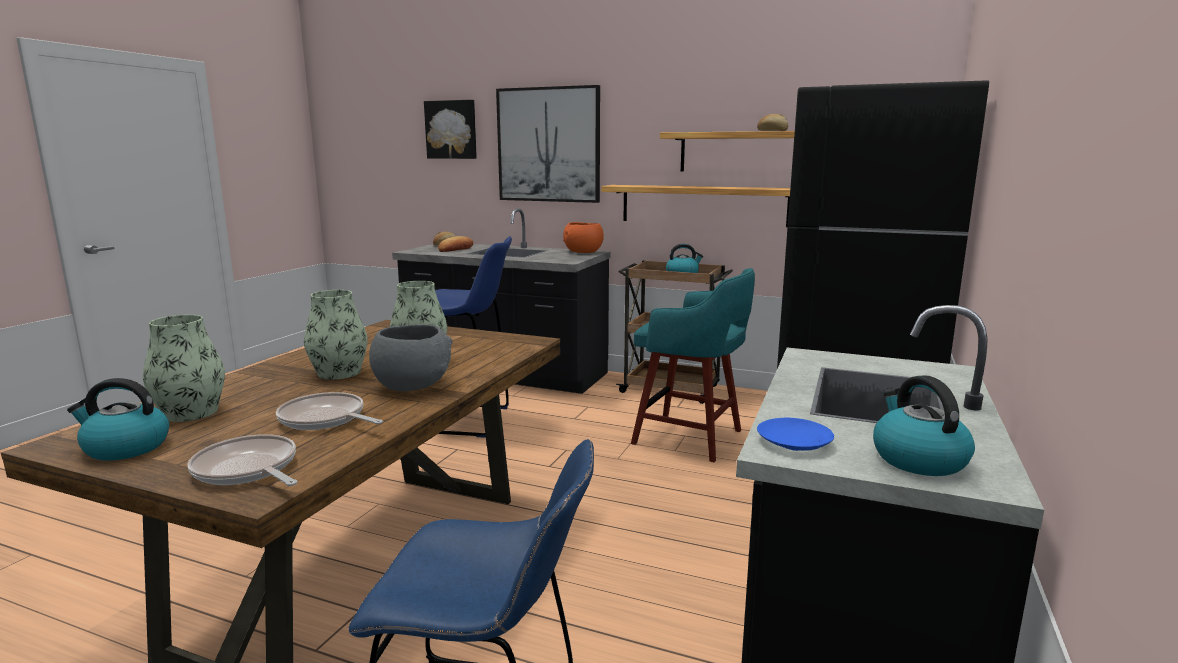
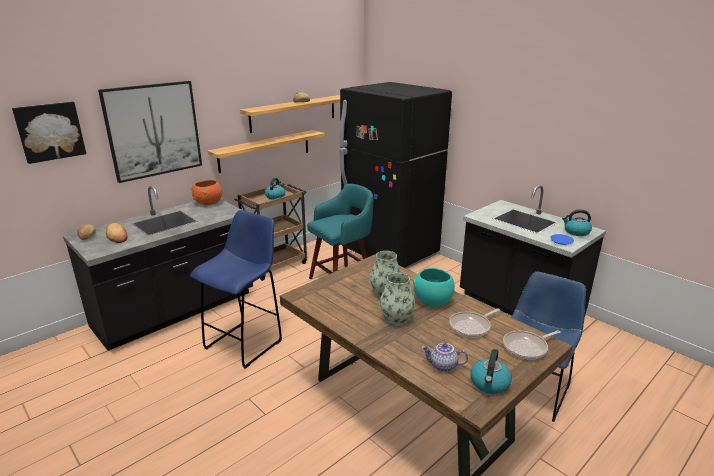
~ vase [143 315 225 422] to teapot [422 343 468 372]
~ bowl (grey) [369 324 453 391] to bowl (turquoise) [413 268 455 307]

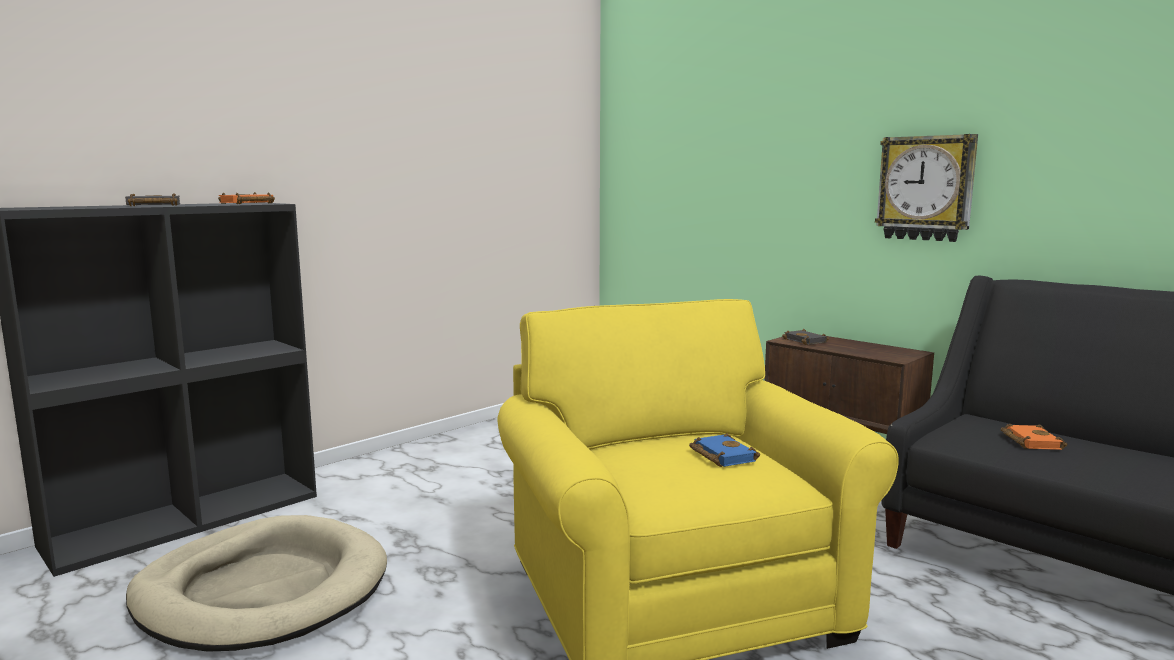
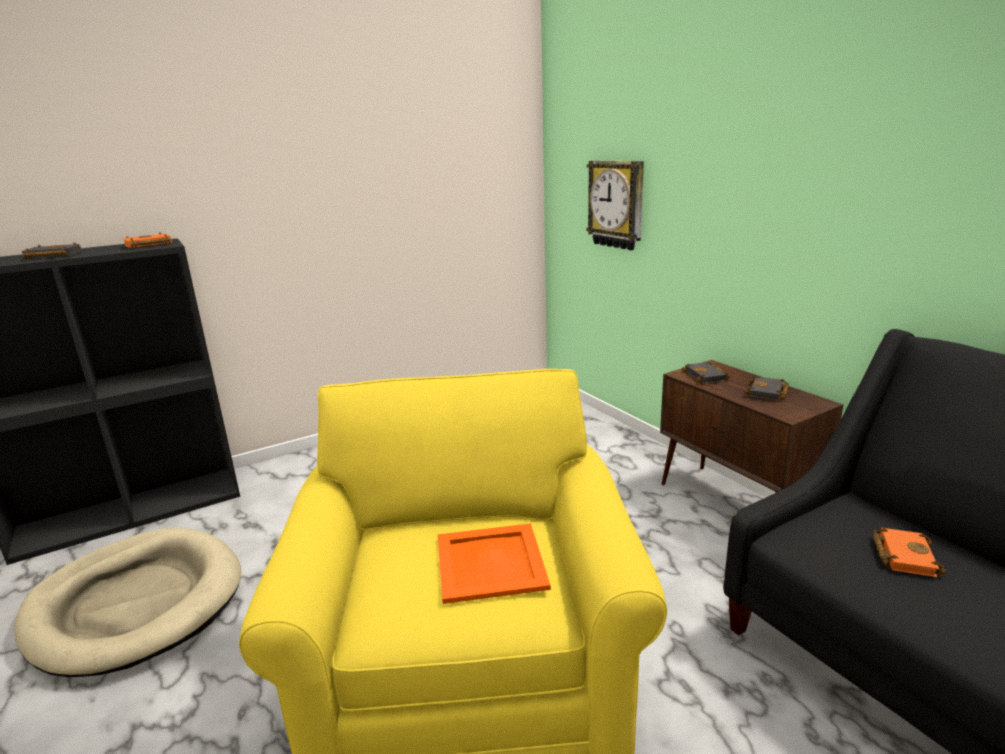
~ wall clock [875 134 978 242] to [586 160 644 250]
~ book (blue) [689 433 760 467] to tray (orange) [437 523 551 604]
+ book (black) [745 376 789 401]

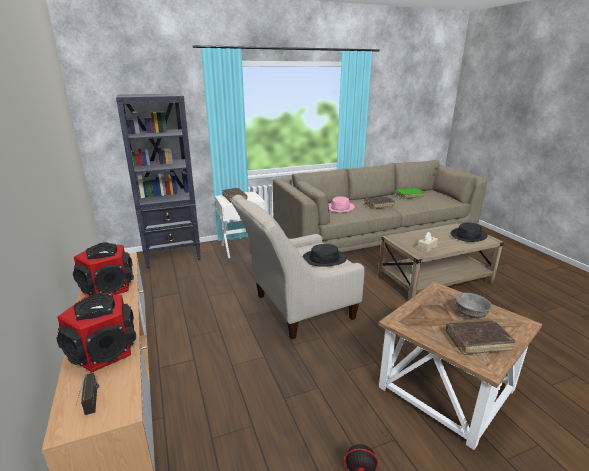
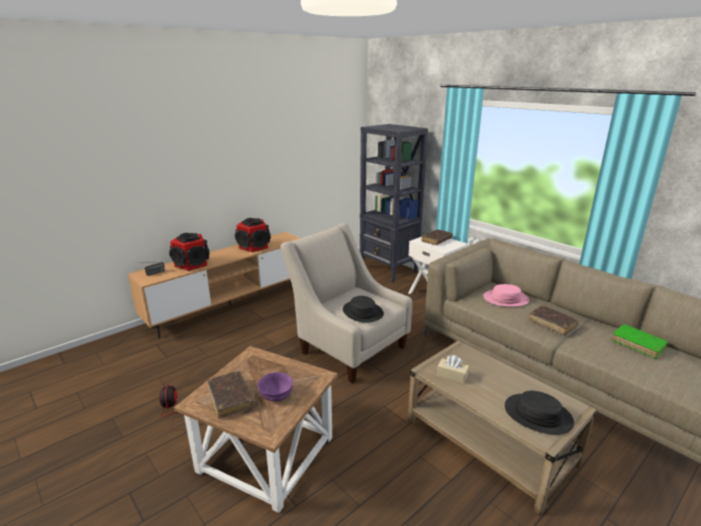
~ bowl (grey) [456 293 492 318] to bowl (purple) [258 372 293 402]

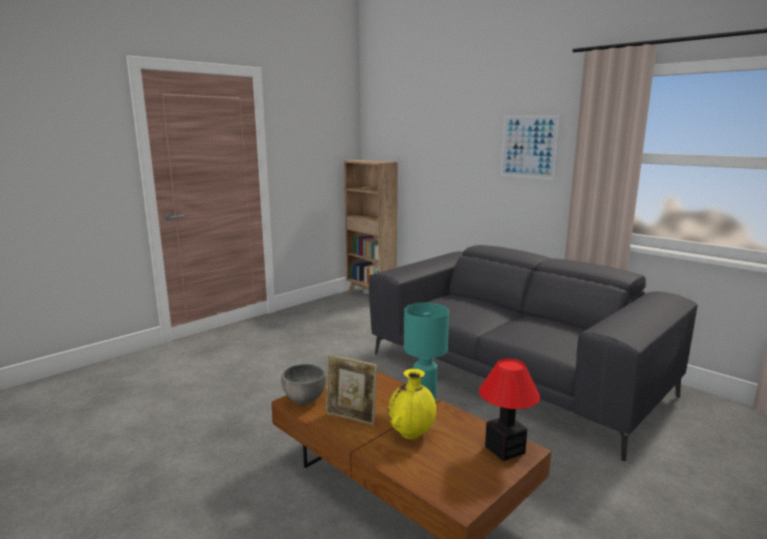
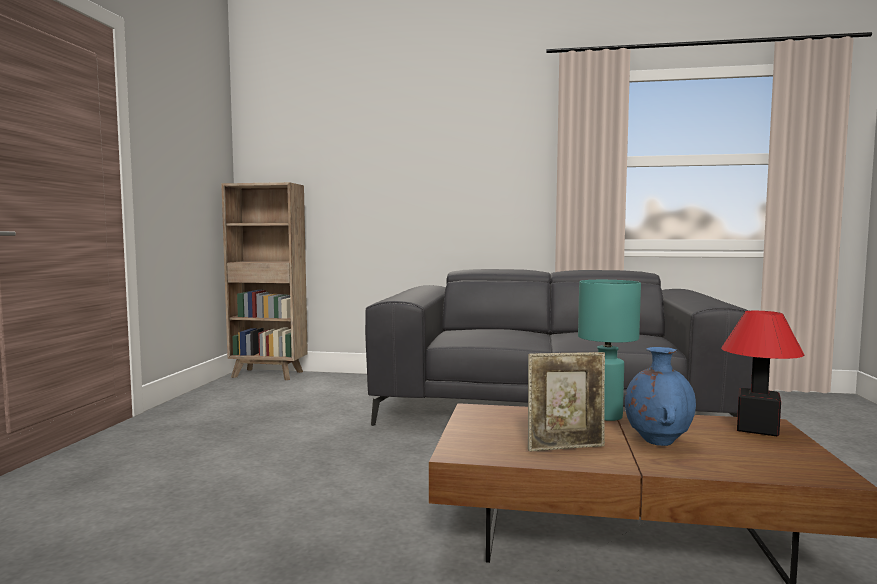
- picture [501 115 560 180]
- bowl (grey) [281 364 326 405]
~ vase (yellow) [388 369 436 439] to vase (blue) [625 347 696 446]

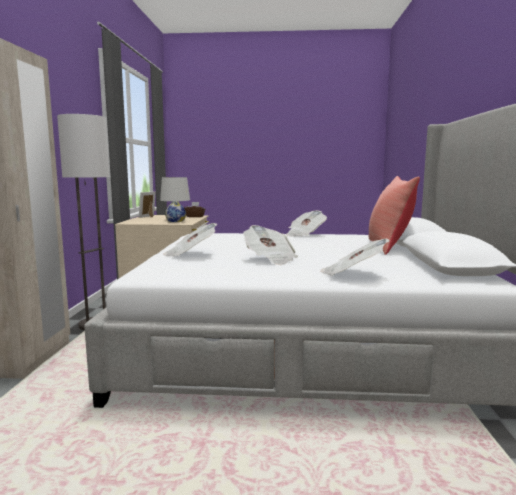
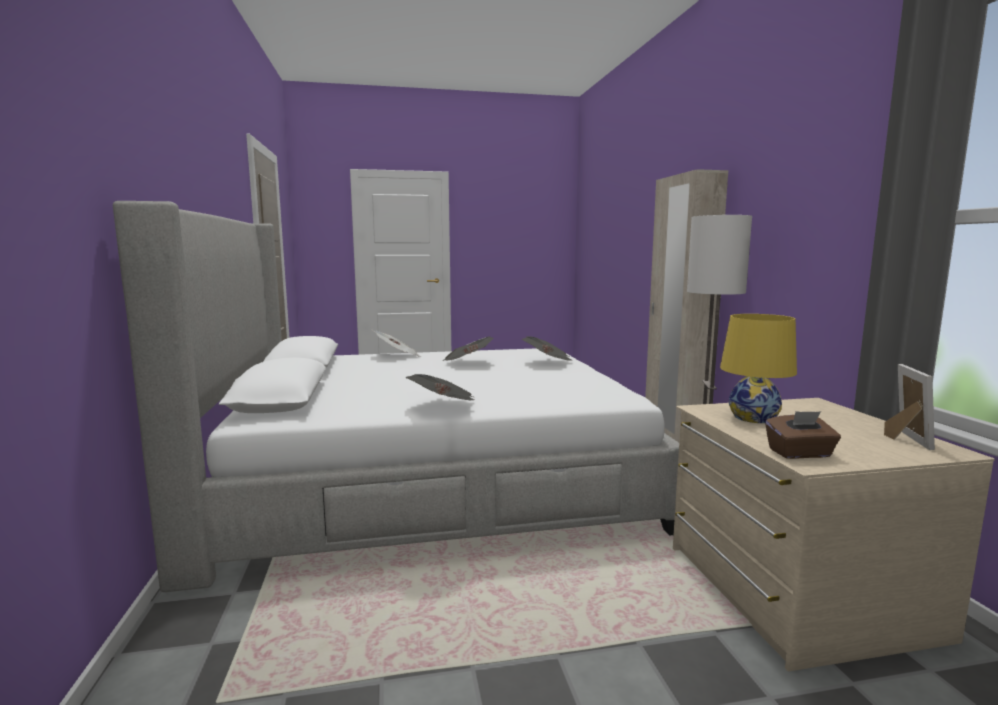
- pillow (red) [369 176 420 255]
~ table lamp (white) [160 177 190 222] to table lamp (yellow) [720 314 797 423]

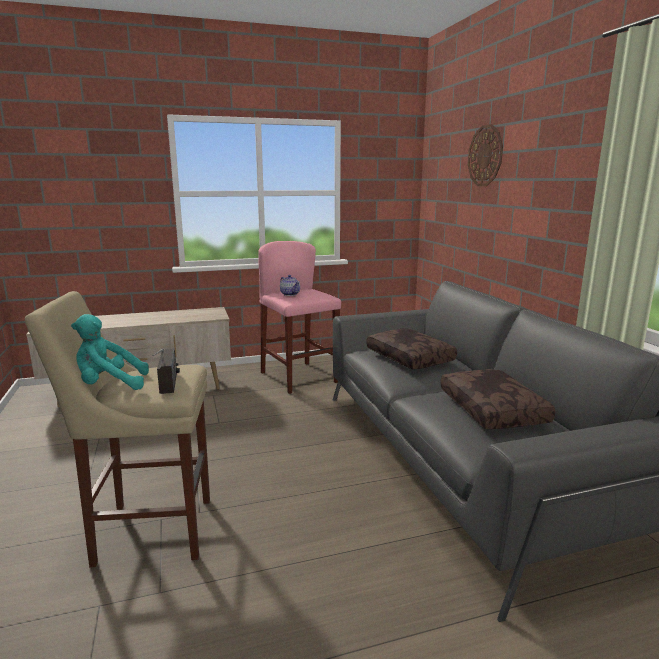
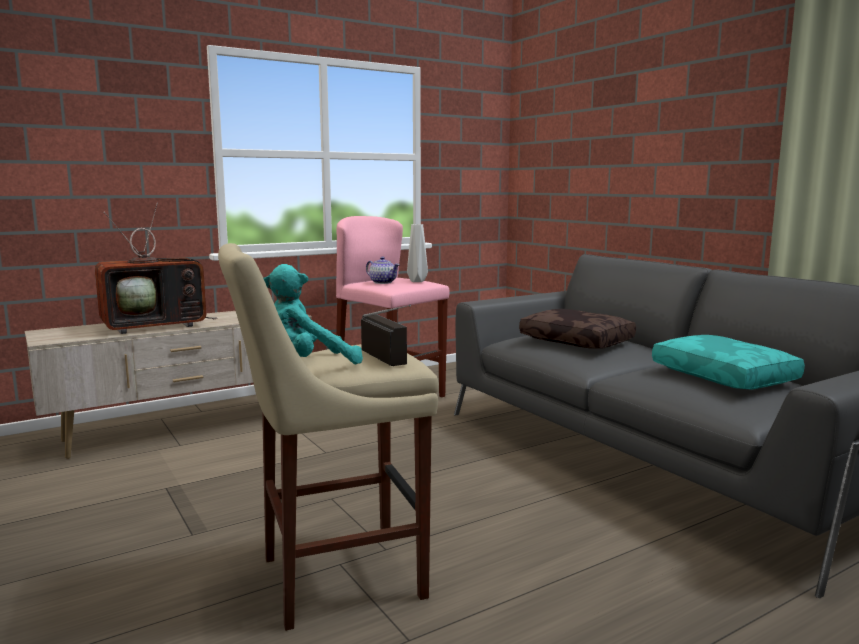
- wall clock [468 124 503 186]
~ pillow (brown) [440 369 555 429] to pillow (turquoise) [652 335 805 390]
+ television [95 203 218 334]
+ vase (grey) [407 224 428 282]

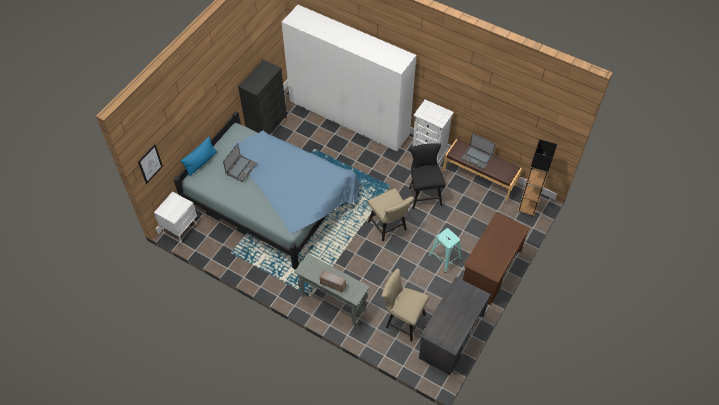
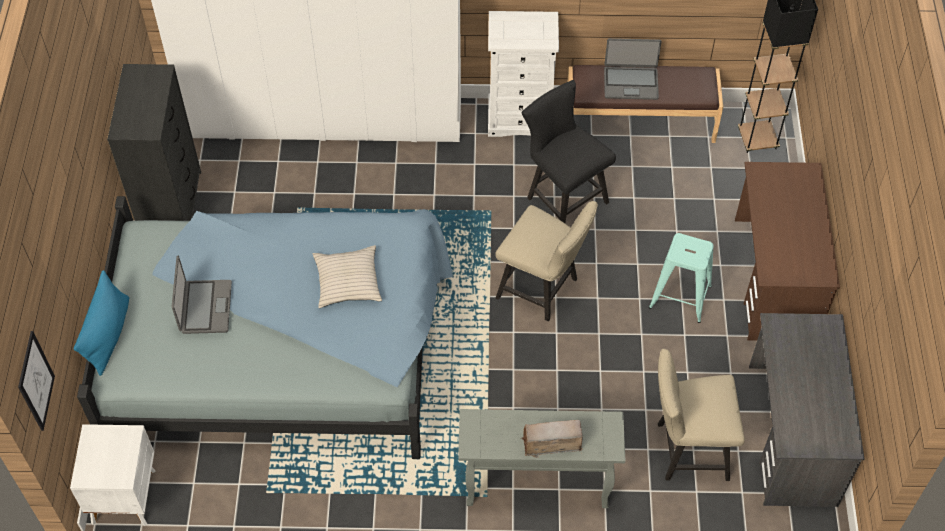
+ pillow (beige) [313 245 382 308]

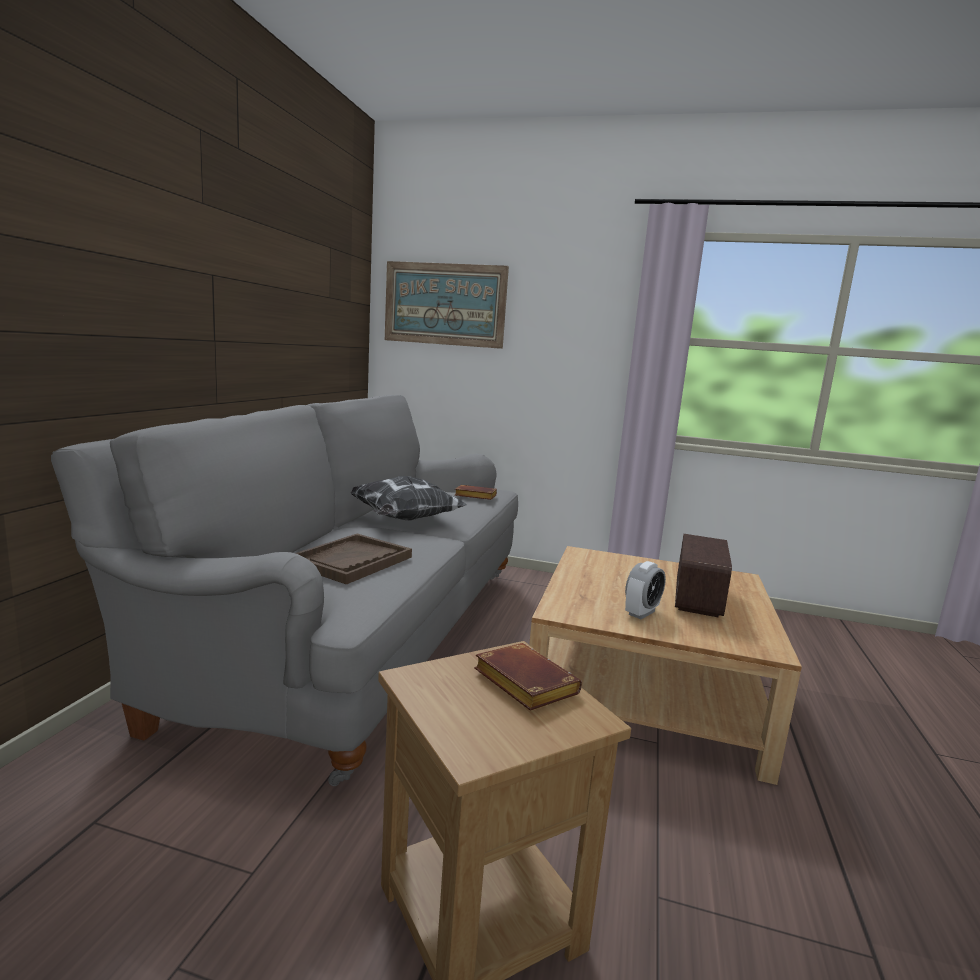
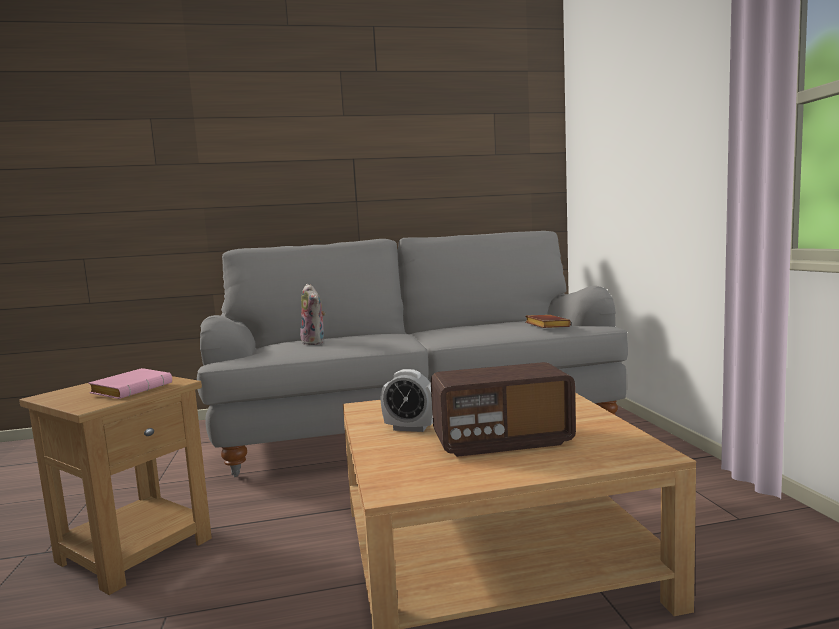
- picture [385 261 509 349]
- pillow [350 476 467 521]
~ tray (brown) [295 534 412 585] to plush toy [300 284 325 345]
~ book (brown) [474 643 582 711] to book (pink) [88 368 172 399]

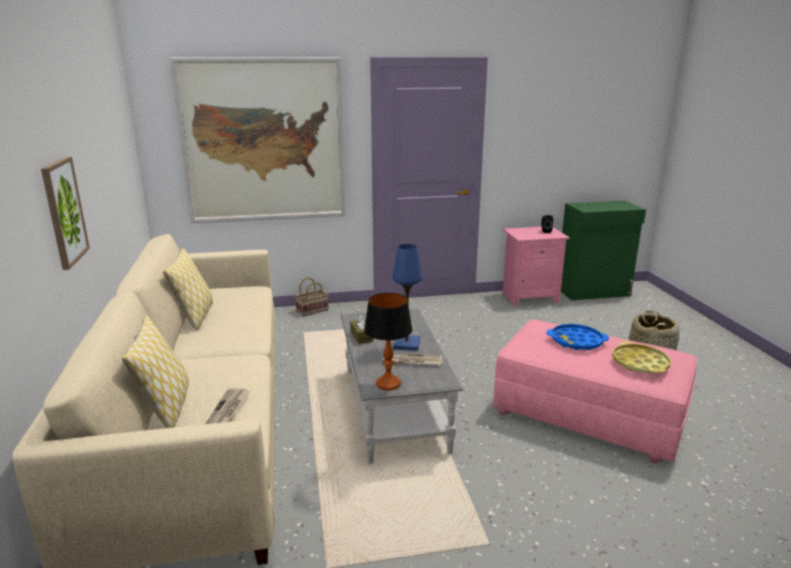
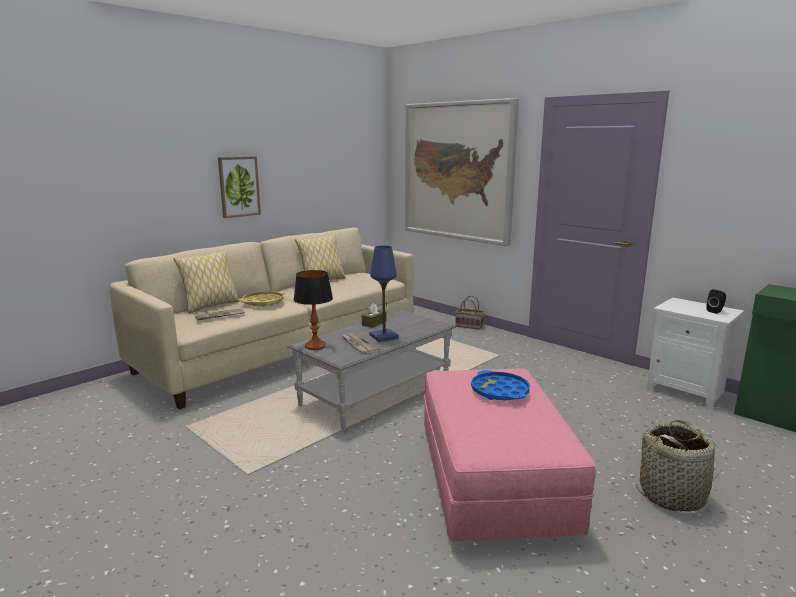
~ nightstand (pink) [503 227 570 306] to nightstand (white) [646 298 744 409]
~ tray (yellow) [612 342 671 373] to [241 291 285 307]

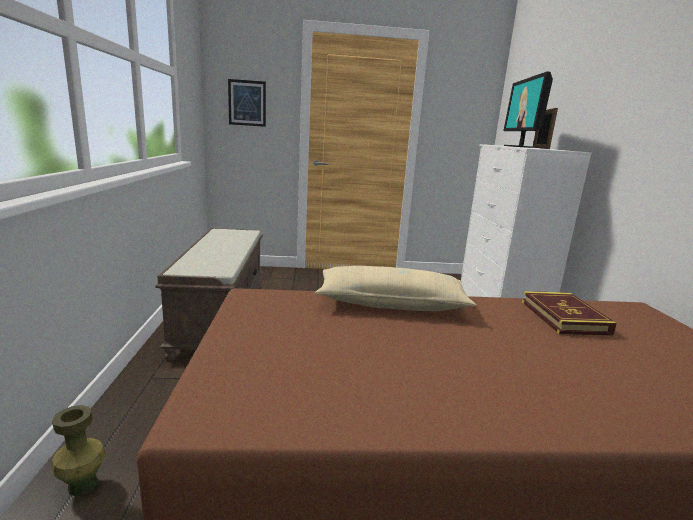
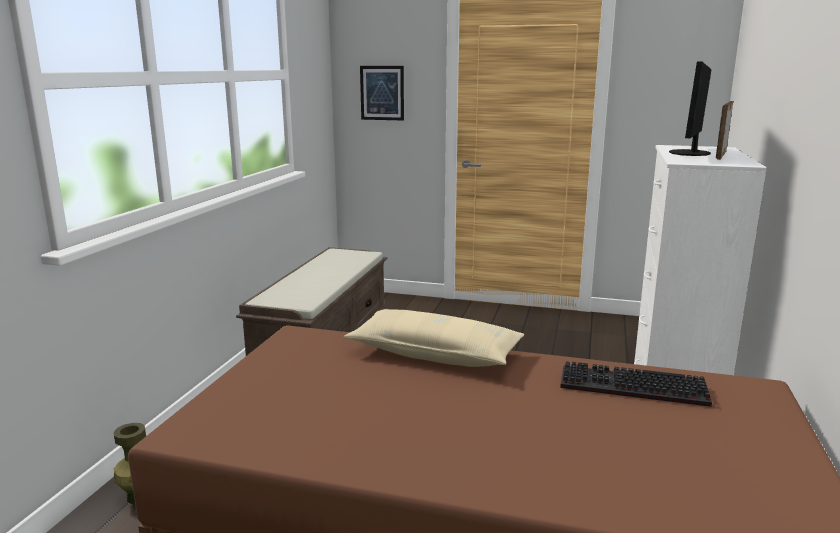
~ book [522 291 617 336] to keyboard [560 362 712 407]

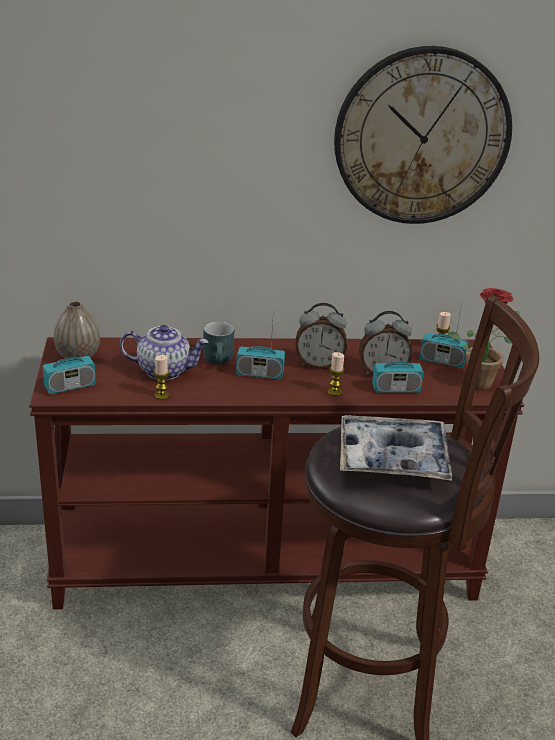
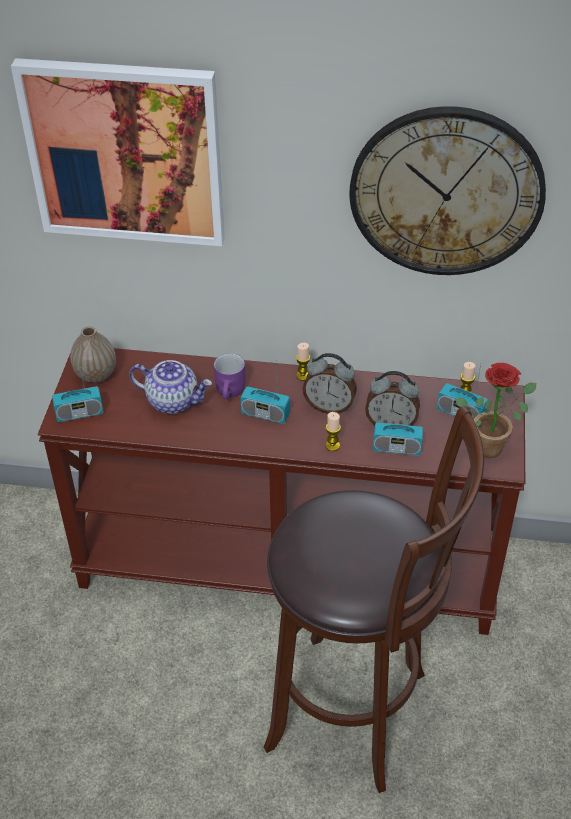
~ mug (turquoise) [203 321 234 364] to mug (purple) [214 353 246 399]
~ candle [154 355 169 400] to [296 343 310 381]
- tray [340 415 452 481]
+ picture [11 58 225 246]

